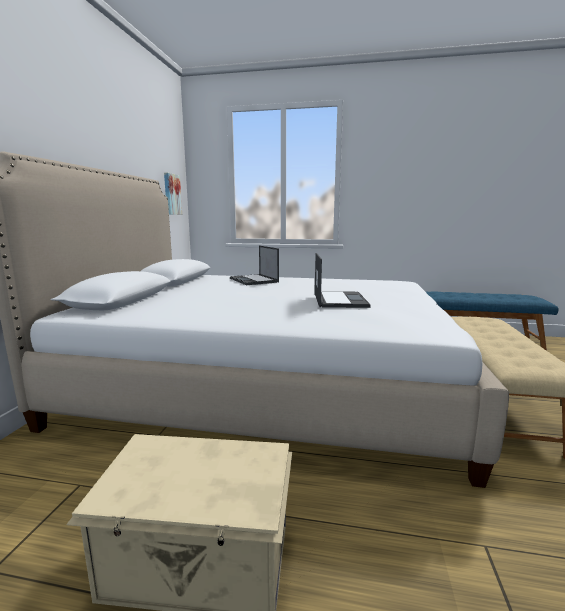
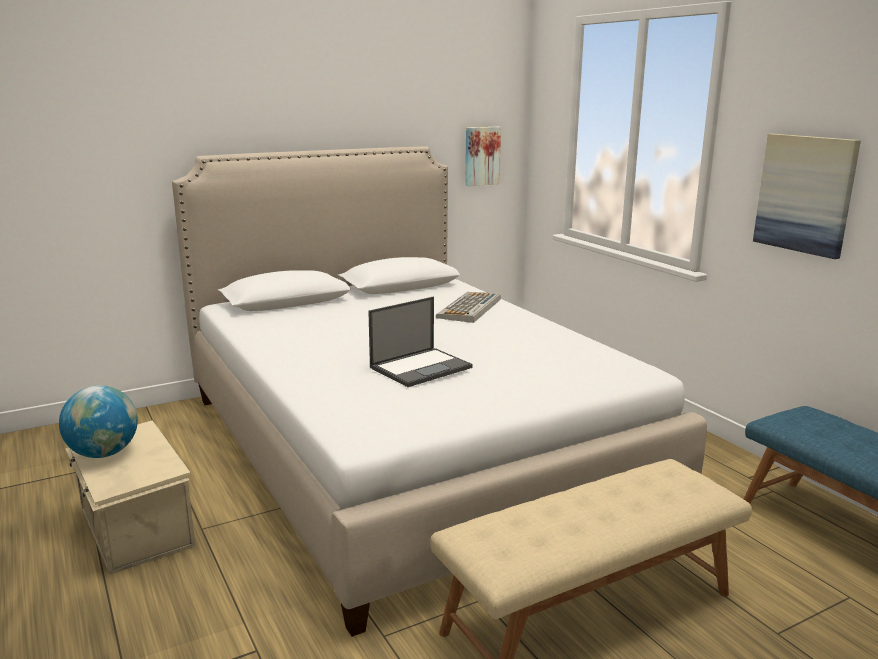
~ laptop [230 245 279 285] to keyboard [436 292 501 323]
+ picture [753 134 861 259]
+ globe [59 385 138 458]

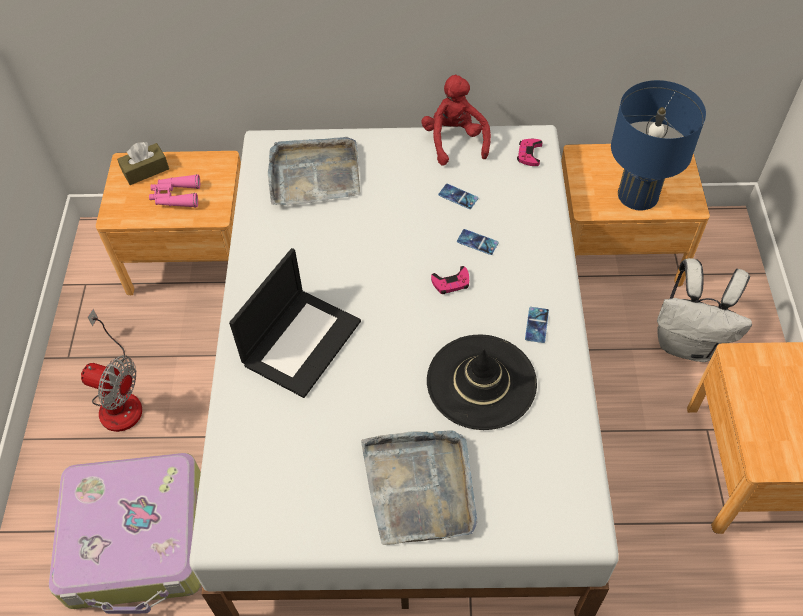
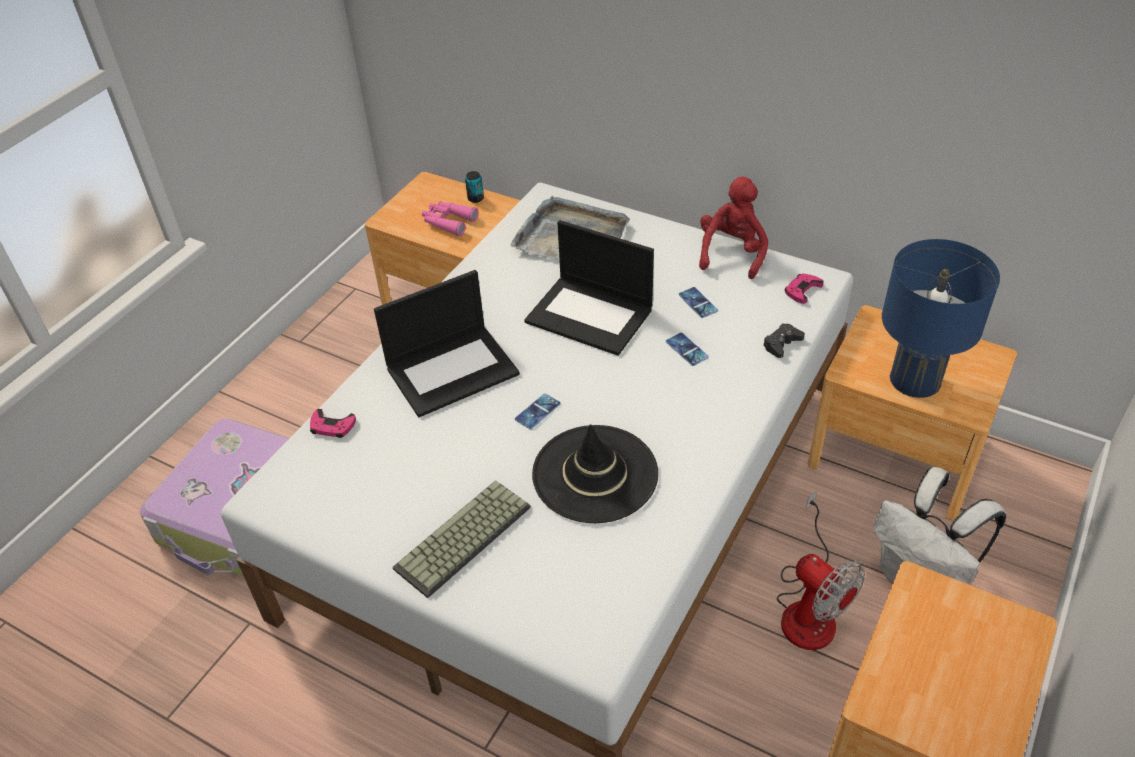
- tissue box (brown) [117 142 169 185]
~ game controller (pink) [431 266 469 294] to [310 409 356 438]
~ phone [525 307 549 343] to [515 393 561 429]
~ fan [81 309 142 432] to [777 491 865 650]
~ tray (grey) [361 430 478 545] to keyboard [393 480 531 598]
+ can [465 171 484 203]
+ laptop [524 220 654 356]
+ game controller (black) [763 323 805 358]

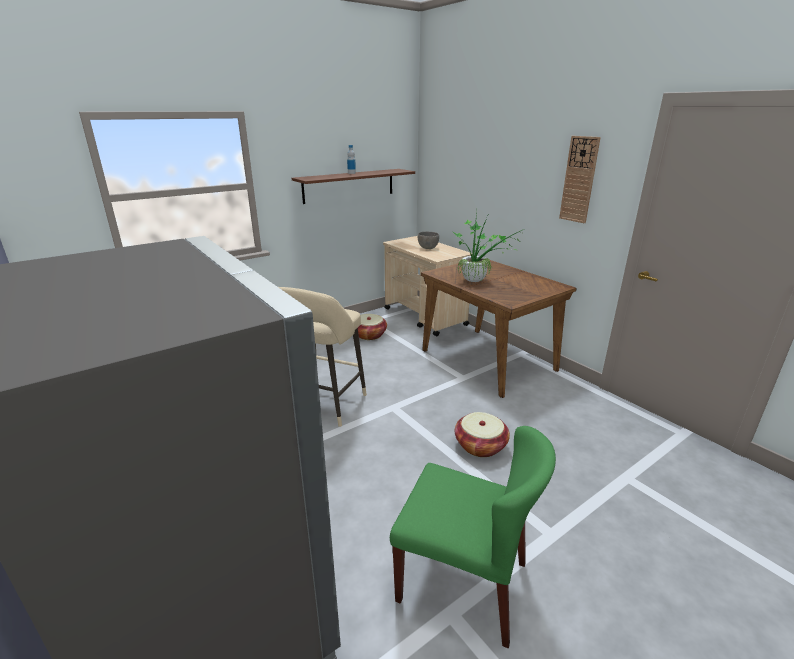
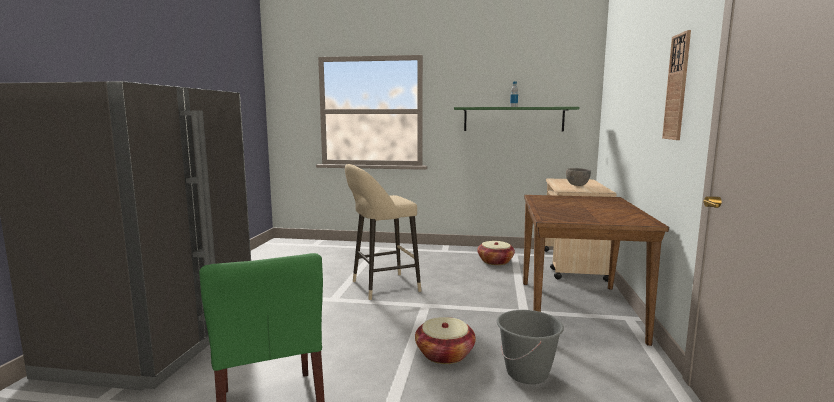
~ shelf (brown) [292 169 415 204] to shelf (green) [454 107 579 132]
- potted plant [453 211 524 282]
+ bucket (grey) [497 310 564 384]

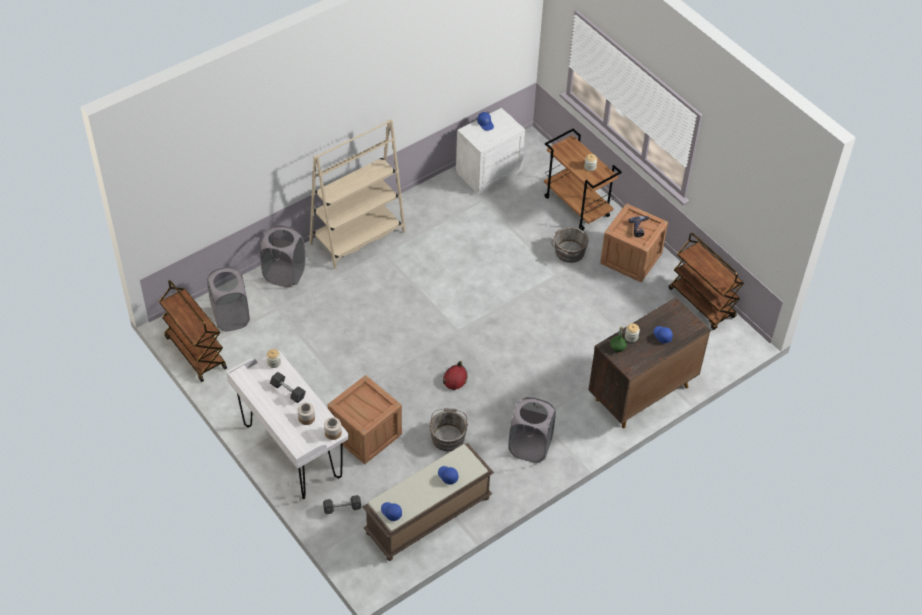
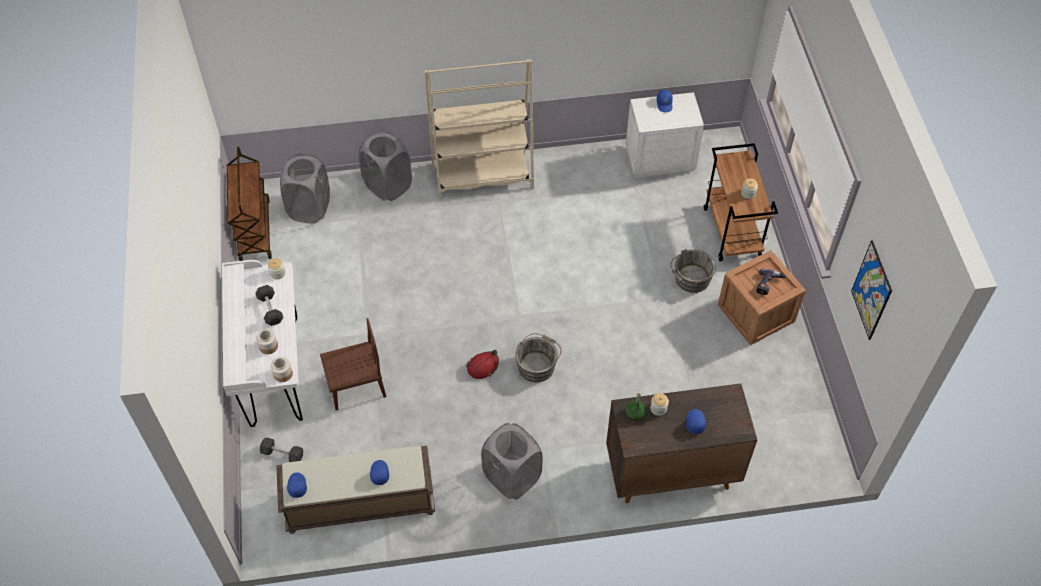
- cart (brown) [668 233 744 330]
~ crate [328 375 402 464] to chair (brown) [320 318 386 410]
~ bucket (grey) [429 408 468 451] to [515 333 562 382]
+ picture [851 240 892 340]

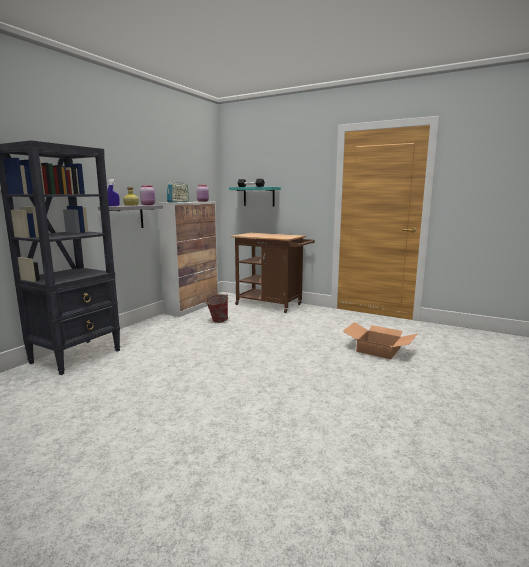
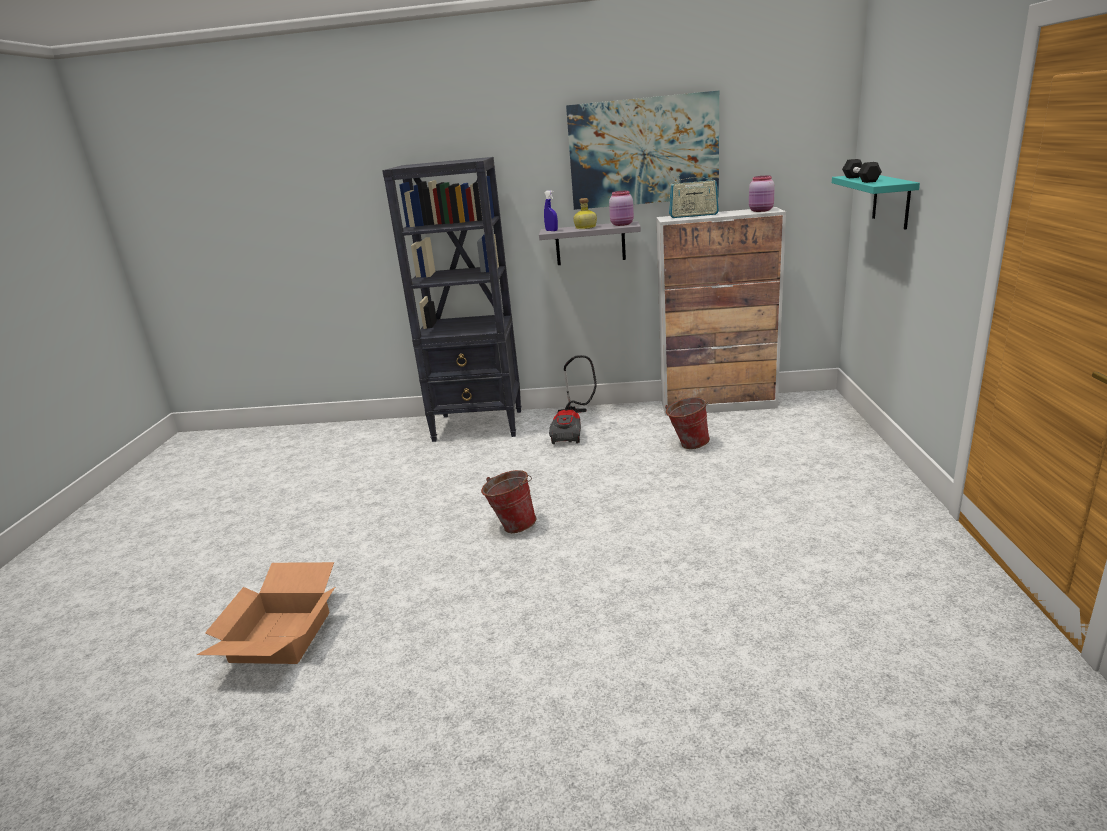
- cart (brown) [231 233 315 313]
~ cardboard box [343 322 417 359] to [197 562 335 664]
+ picture [566 91 719 210]
+ vacuum cleaner [549 355 597 444]
+ bucket [481 470 537 533]

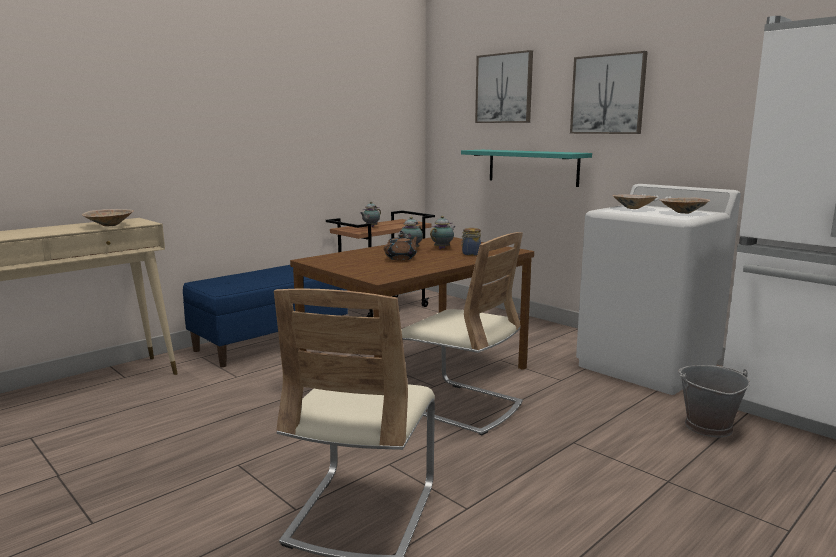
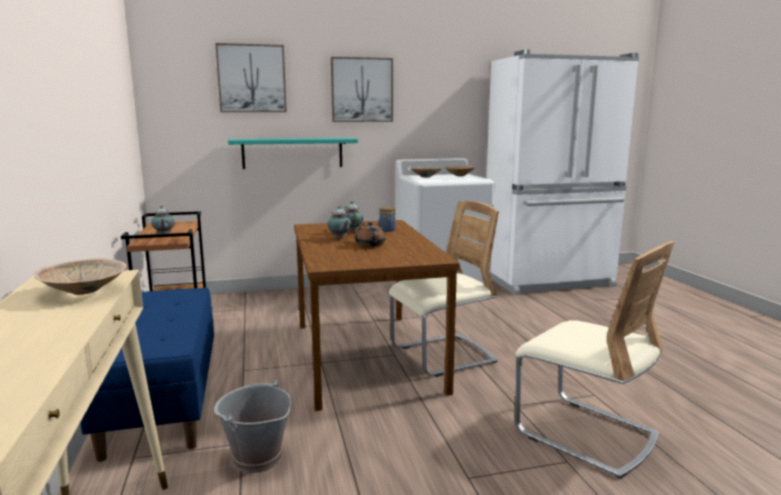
~ bucket (grey) [678 365 750 437] to [214 380 291 473]

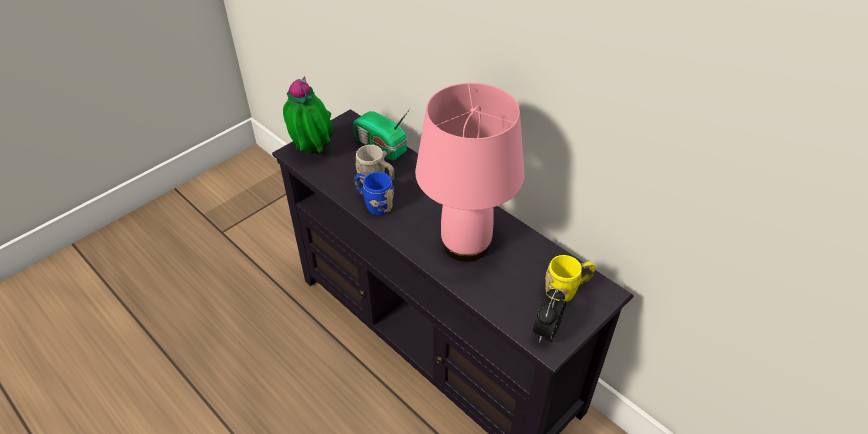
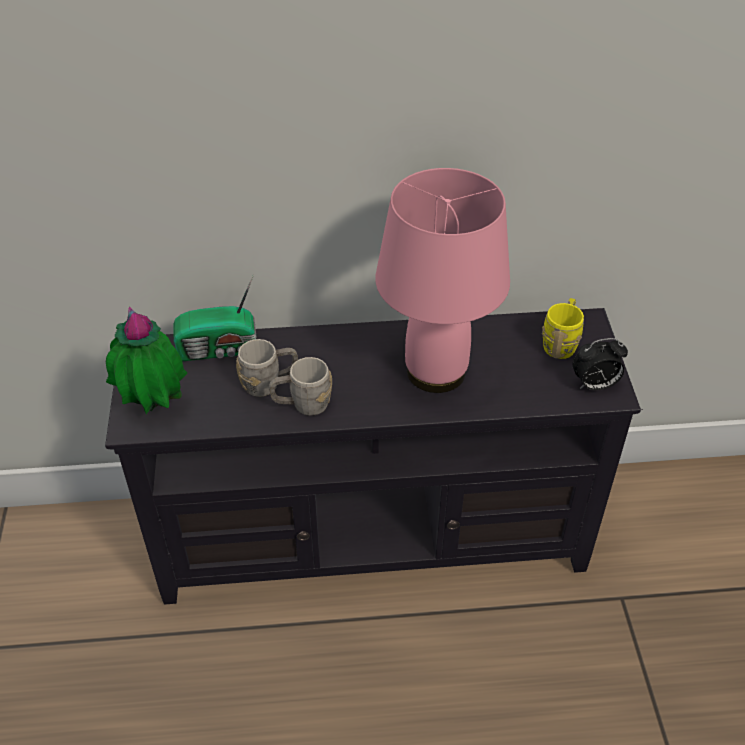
~ mug (blue) [354 172 394 215] to mug (grey) [269 357 332 416]
~ alarm clock [533 289 566 342] = [572 338 628 390] 75 degrees counterclockwise

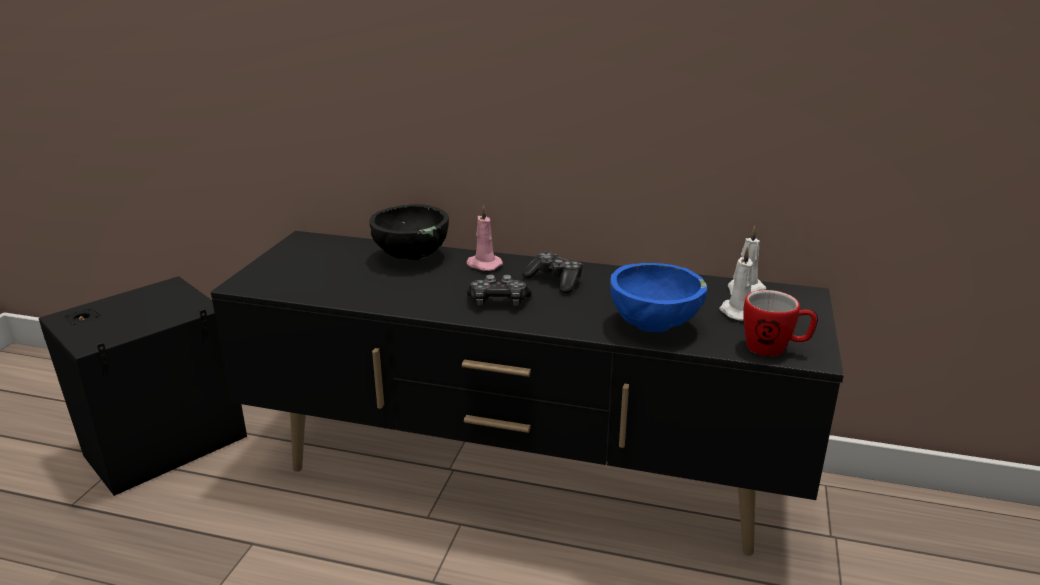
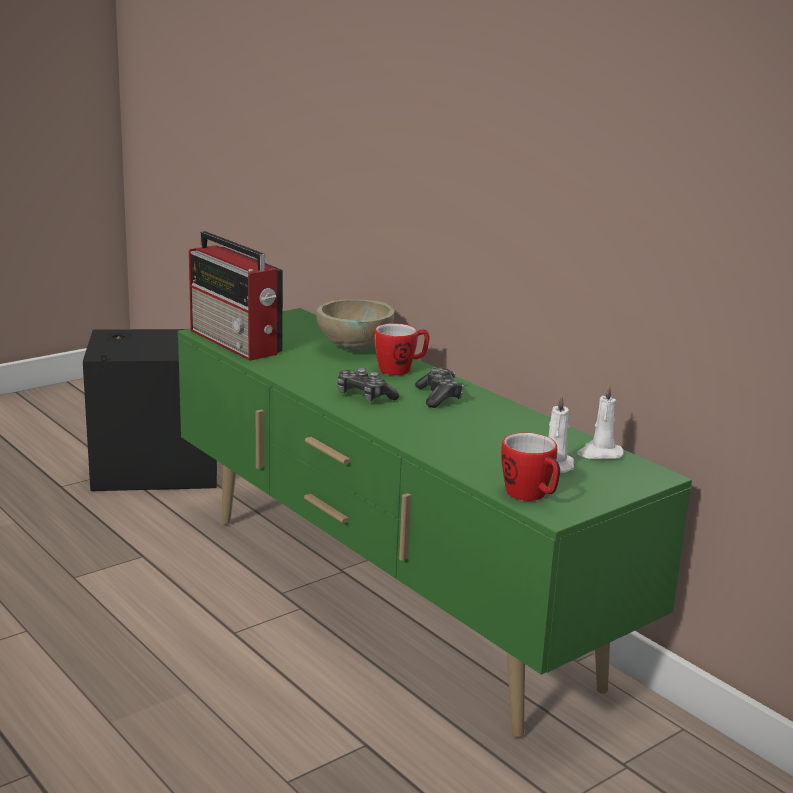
~ bowl (black) [369 204 449 260] to bowl (beige) [316 299 394 351]
~ candle (pink) [467 205 503 271] to mug [374 323 429 376]
~ tv stand (black) [211 231 844 556] to tv stand (green) [178 308 692 738]
- bowl (blue) [610 263 707 332]
+ radio [189 231 283 361]

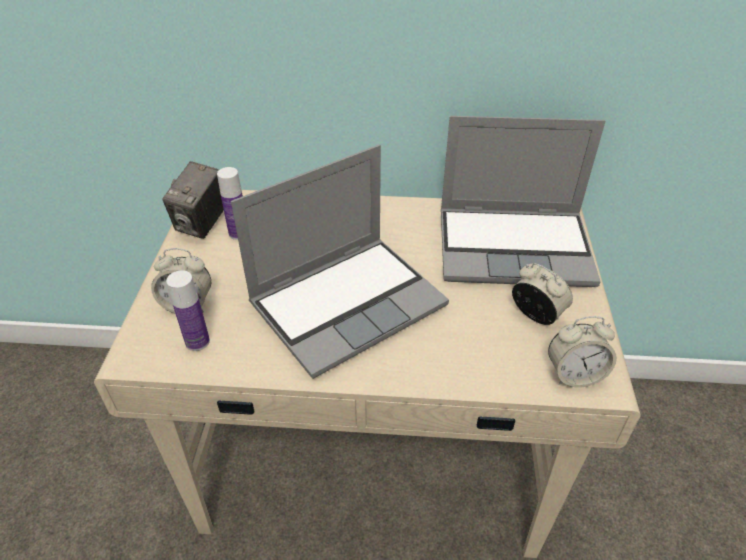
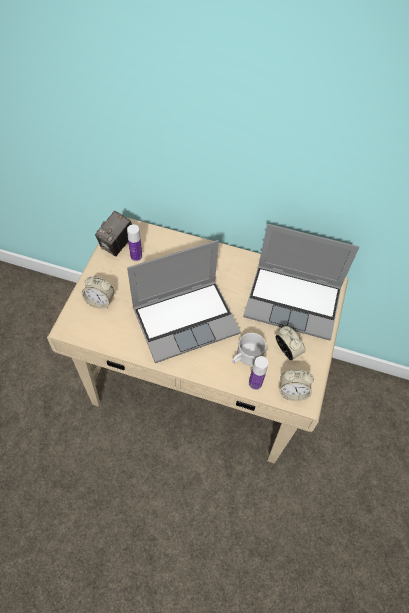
~ bottle [166 270 210 351] to [249 356 269 390]
+ mug (white) [232 333 266 365]

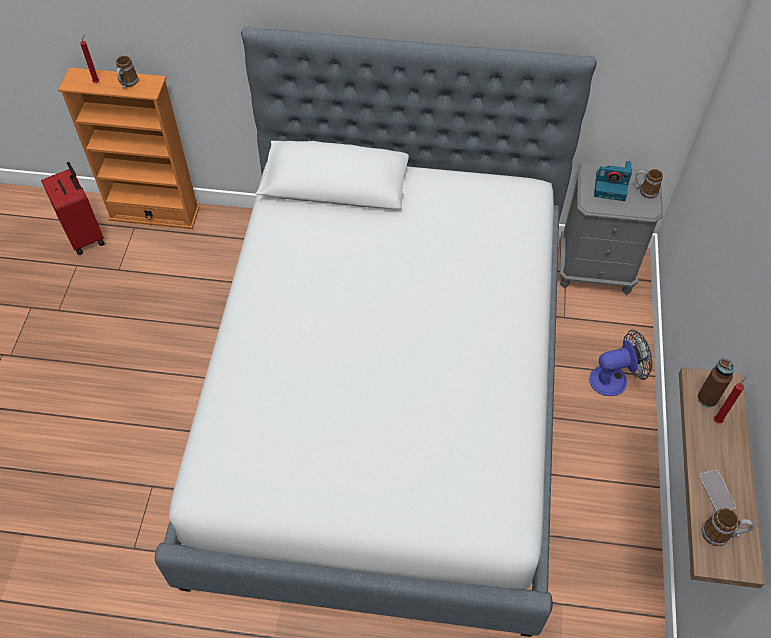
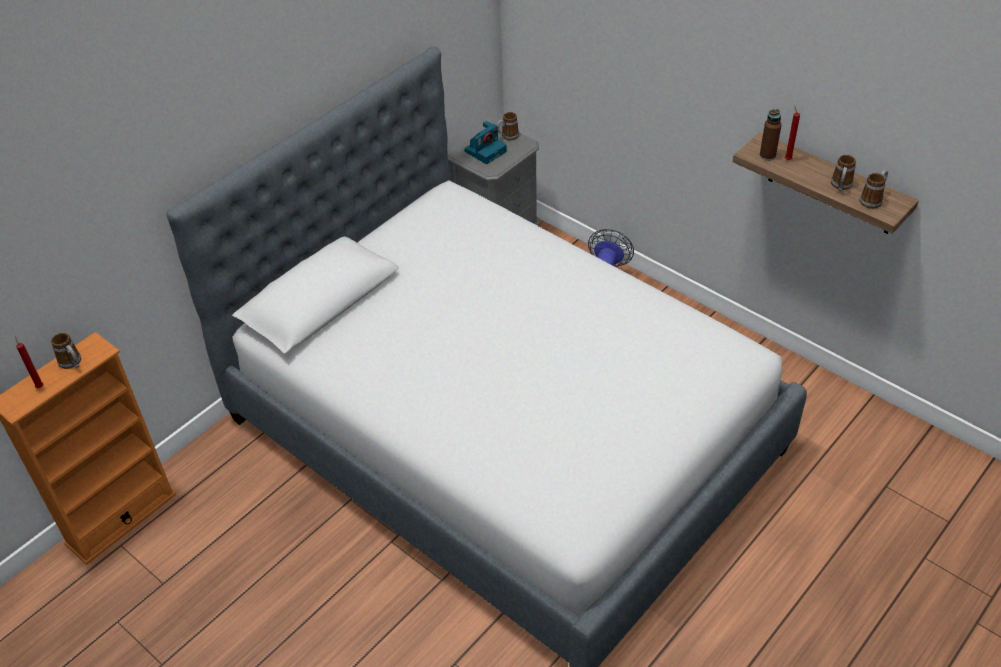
- suitcase (red) [41 162 105 255]
~ phone [699 470 736 511] to mug [831 155 856 191]

